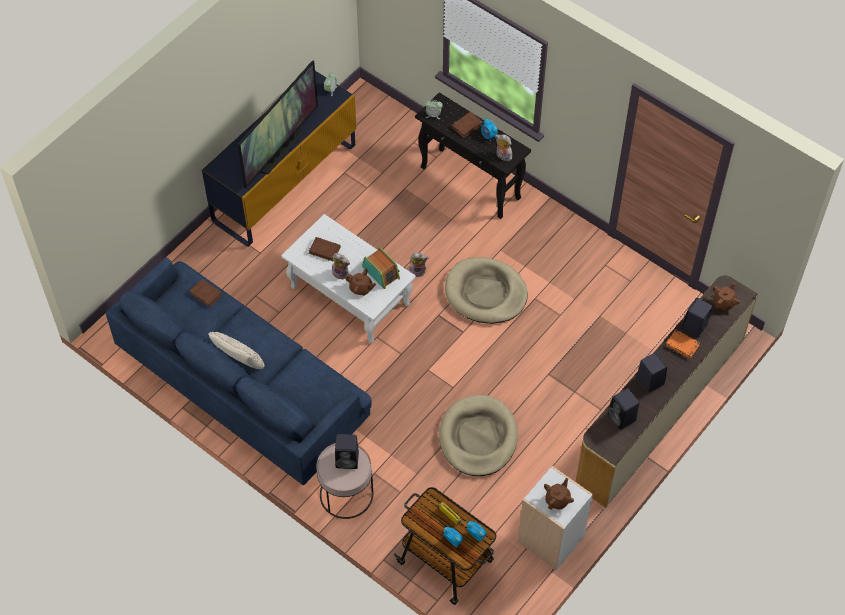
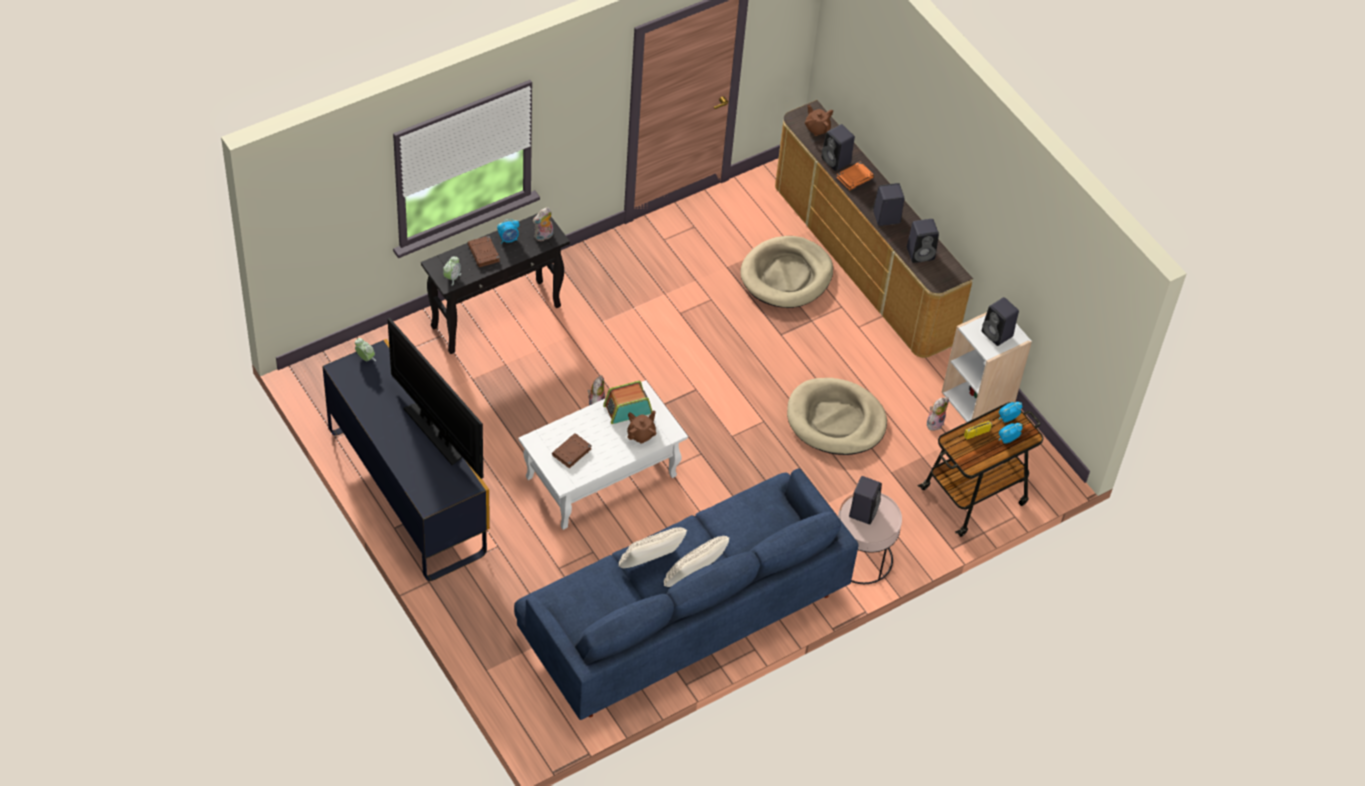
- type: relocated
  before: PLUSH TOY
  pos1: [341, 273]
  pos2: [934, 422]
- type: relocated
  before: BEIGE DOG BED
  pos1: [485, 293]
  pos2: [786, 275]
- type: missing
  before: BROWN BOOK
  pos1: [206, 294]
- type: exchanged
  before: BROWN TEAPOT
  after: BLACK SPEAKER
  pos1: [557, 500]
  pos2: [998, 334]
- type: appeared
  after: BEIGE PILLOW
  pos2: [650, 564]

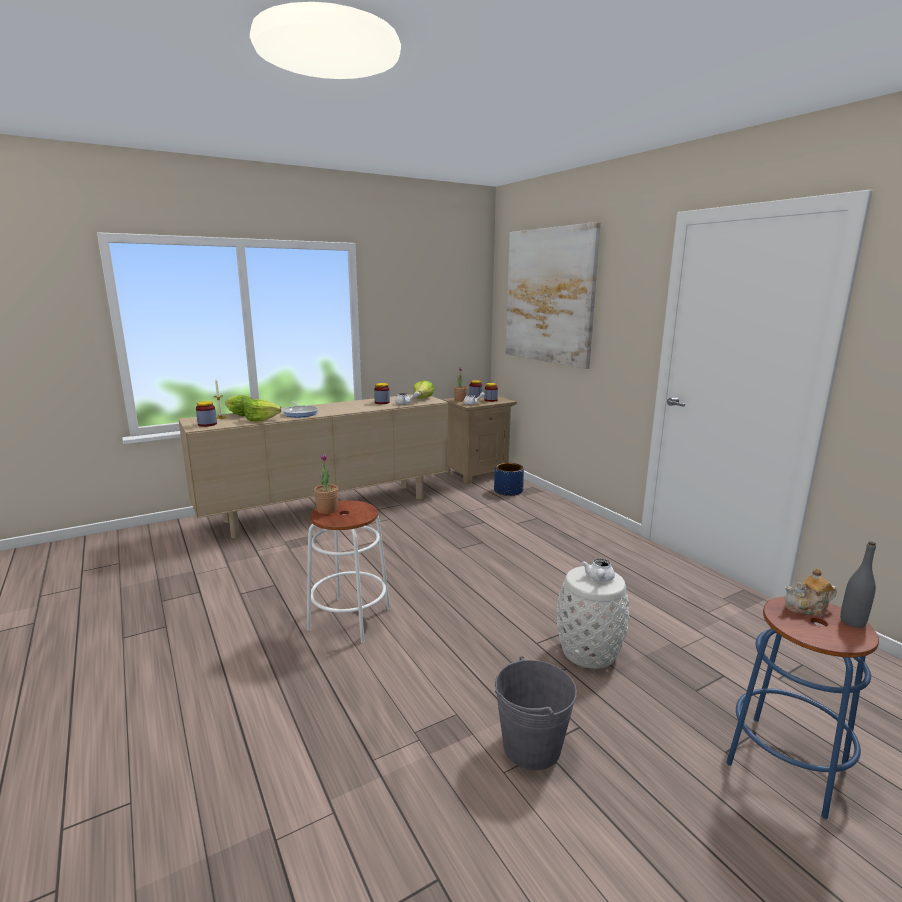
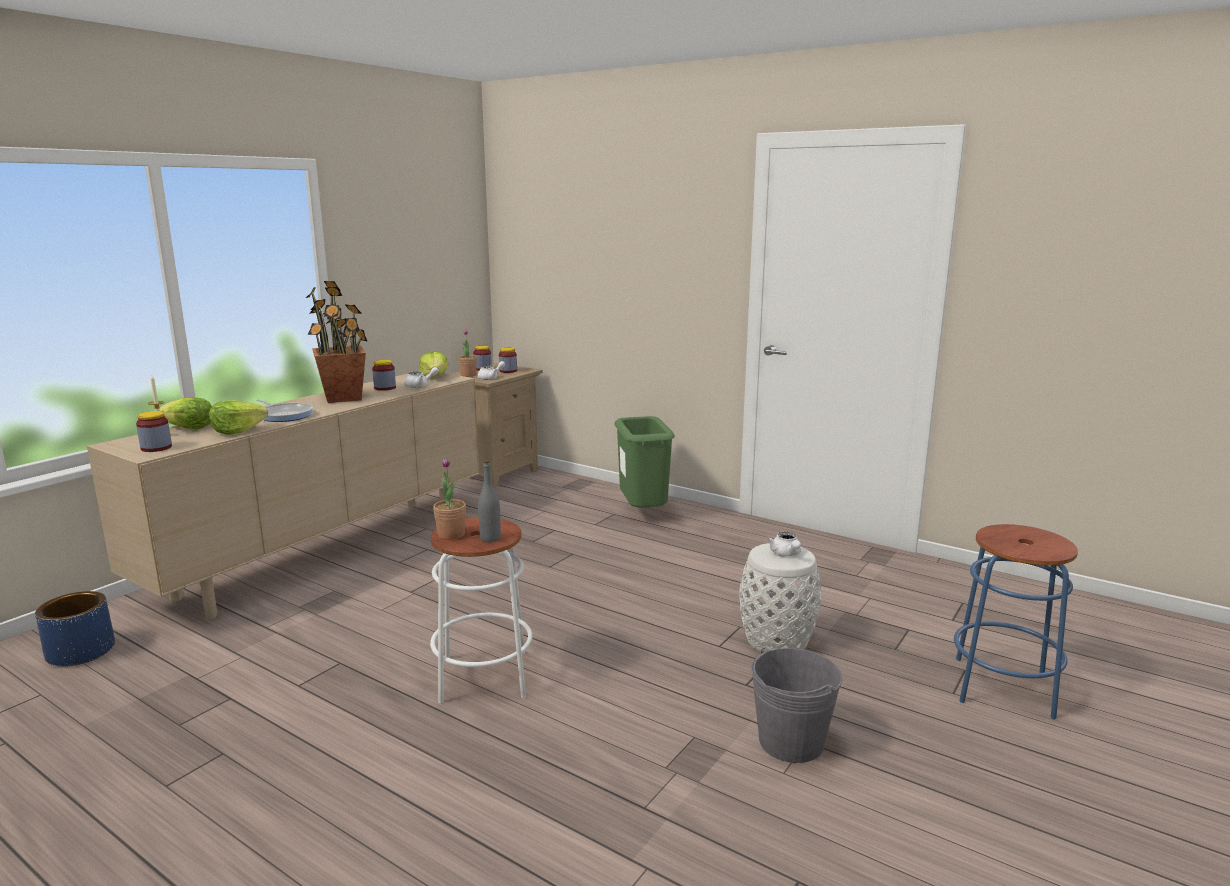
- type: missing
  before: PICTURE
  pos1: [549, 296]
- type: relocated
  before: BLUE PLANTER
  pos1: [508, 491]
  pos2: [80, 652]
- type: relocated
  before: GREY BOTTLE
  pos1: [852, 622]
  pos2: [490, 538]
- type: missing
  before: TEAPOT
  pos1: [807, 609]
- type: appeared
  after: POTTED PLANT
  pos2: [343, 398]
- type: appeared
  after: GREEN TRASH CAN
  pos2: [643, 514]

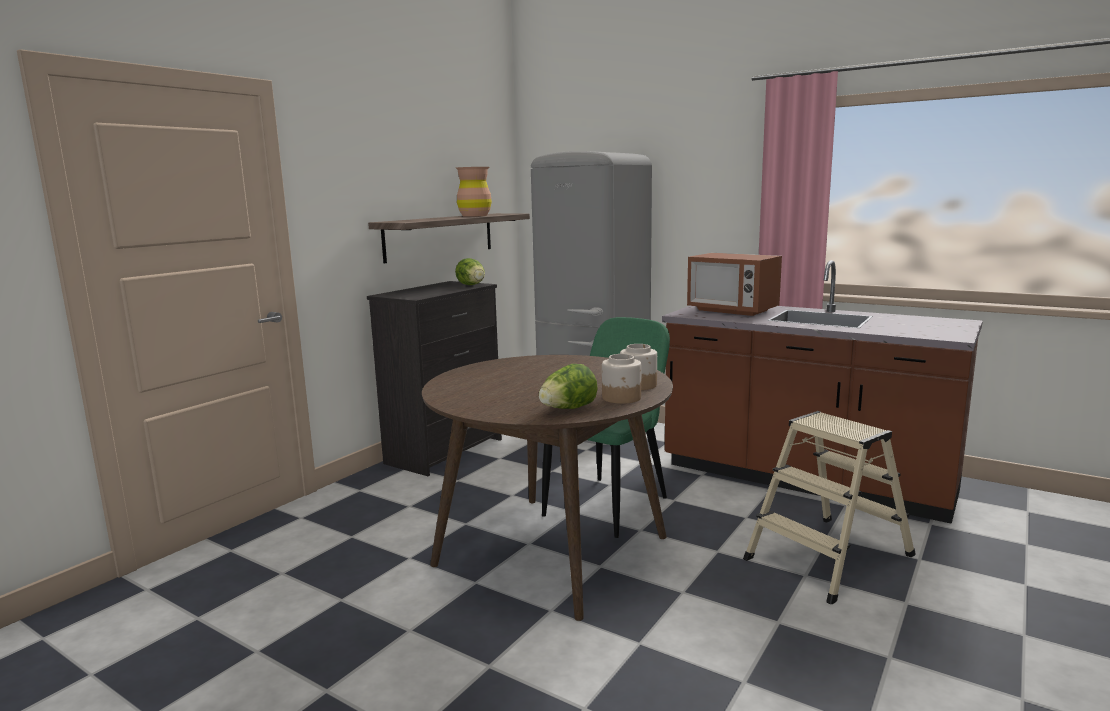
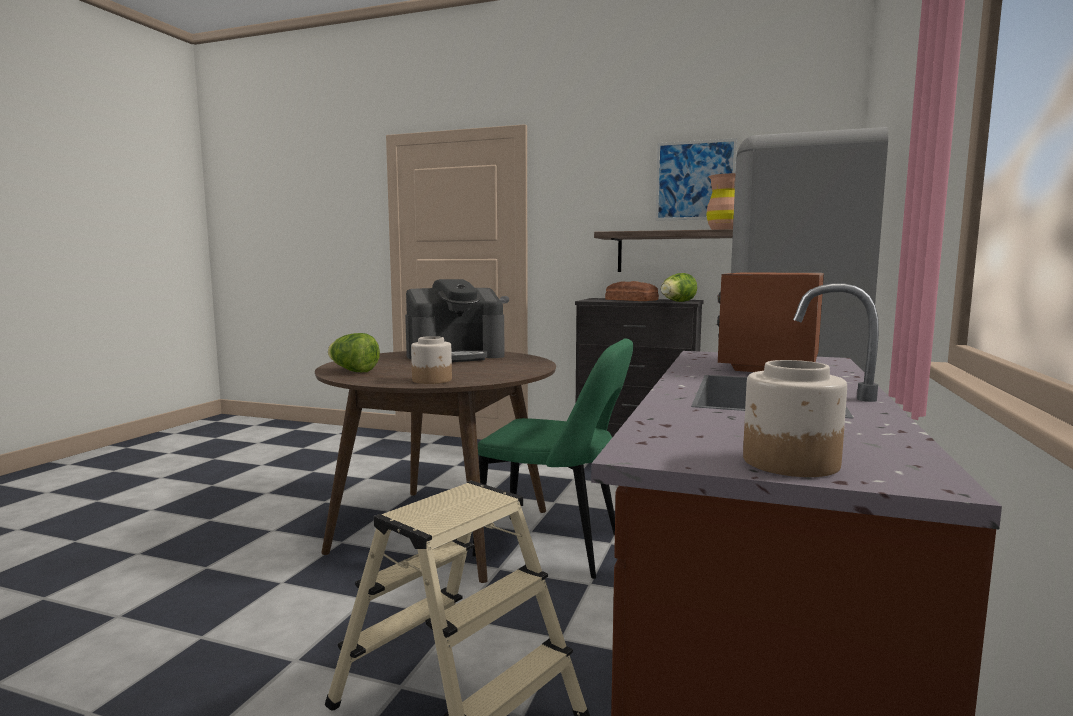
- type: relocated
  before: JAR
  pos1: [622, 398]
  pos2: [790, 463]
- type: appeared
  after: PICTURE
  pos2: [695, 180]
- type: appeared
  after: COFFEE MACHINE
  pos2: [455, 356]
- type: appeared
  after: BREAD
  pos2: [631, 300]

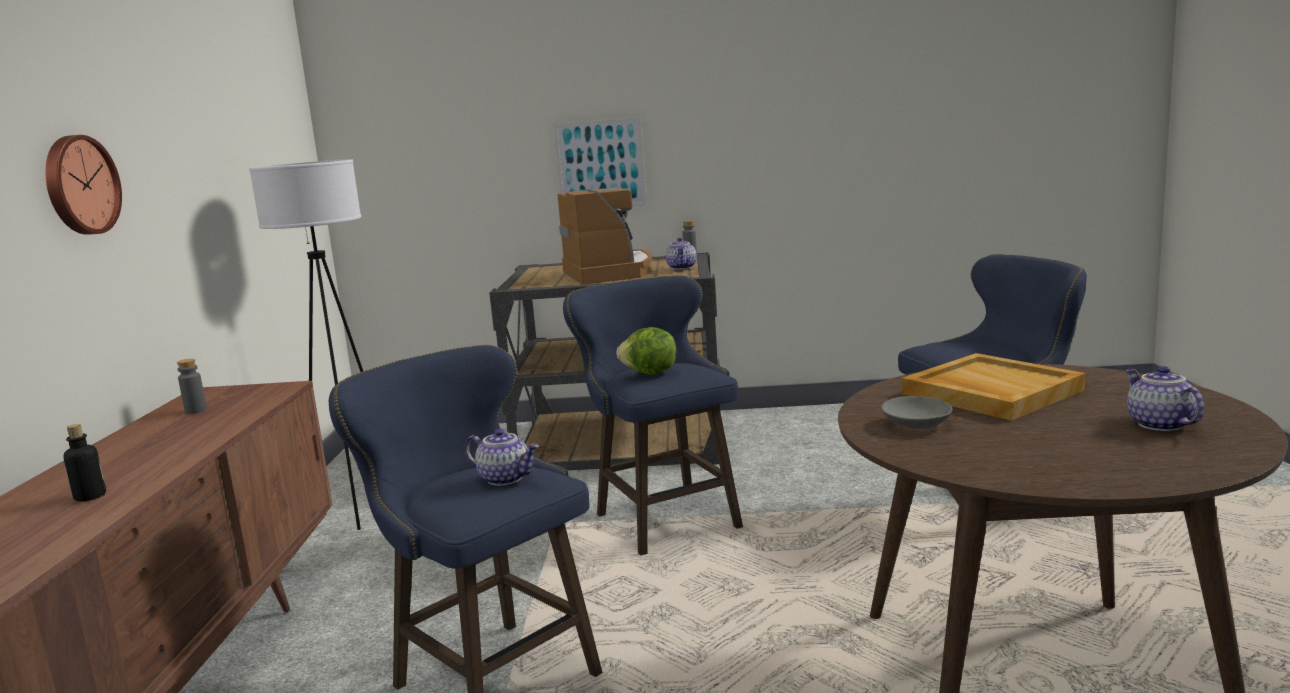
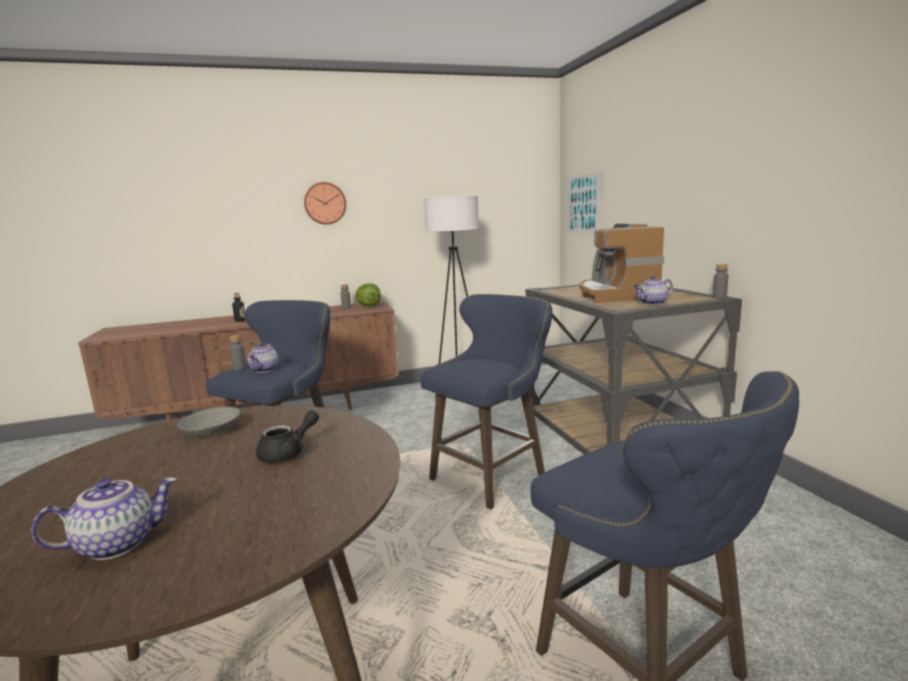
- type: relocated
  before: PICTURE
  pos1: [600, 164]
  pos2: [583, 204]
- type: spun
  before: COFFEE MACHINE
  pos1: [610, 273]
  pos2: [615, 295]
  turn: 120
- type: relocated
  before: LETTUCE
  pos1: [650, 374]
  pos2: [369, 306]
- type: exchanged
  before: BEIGE TRAY
  after: BLACK TEAPOT
  pos1: [990, 392]
  pos2: [288, 453]
- type: appeared
  after: GREY BOTTLE
  pos2: [239, 368]

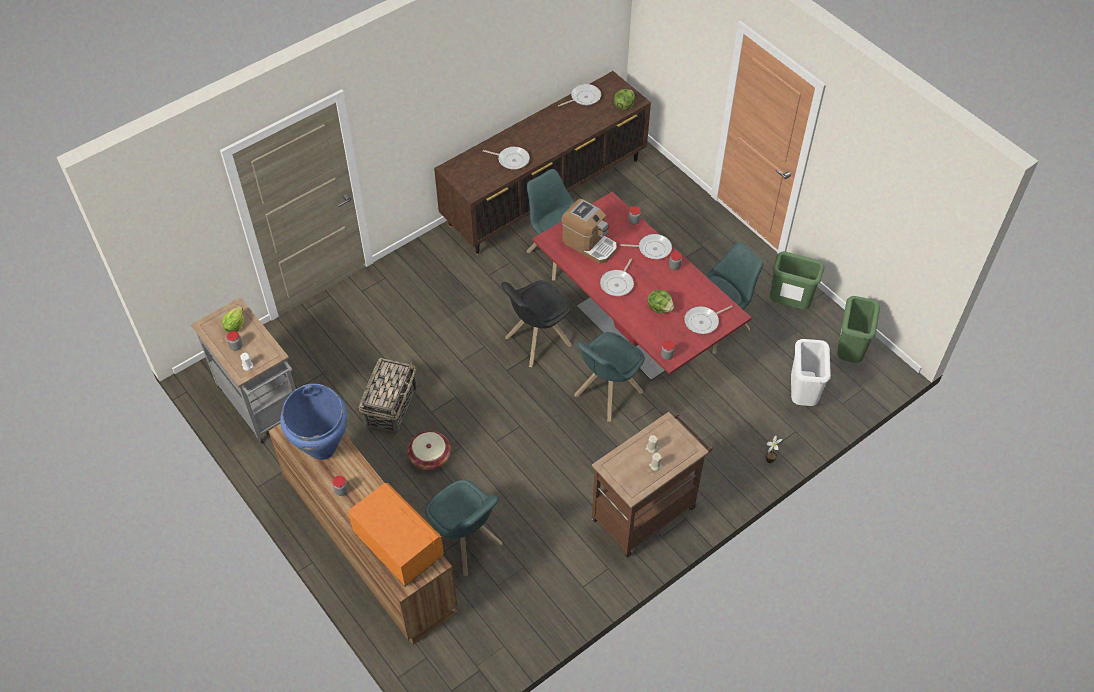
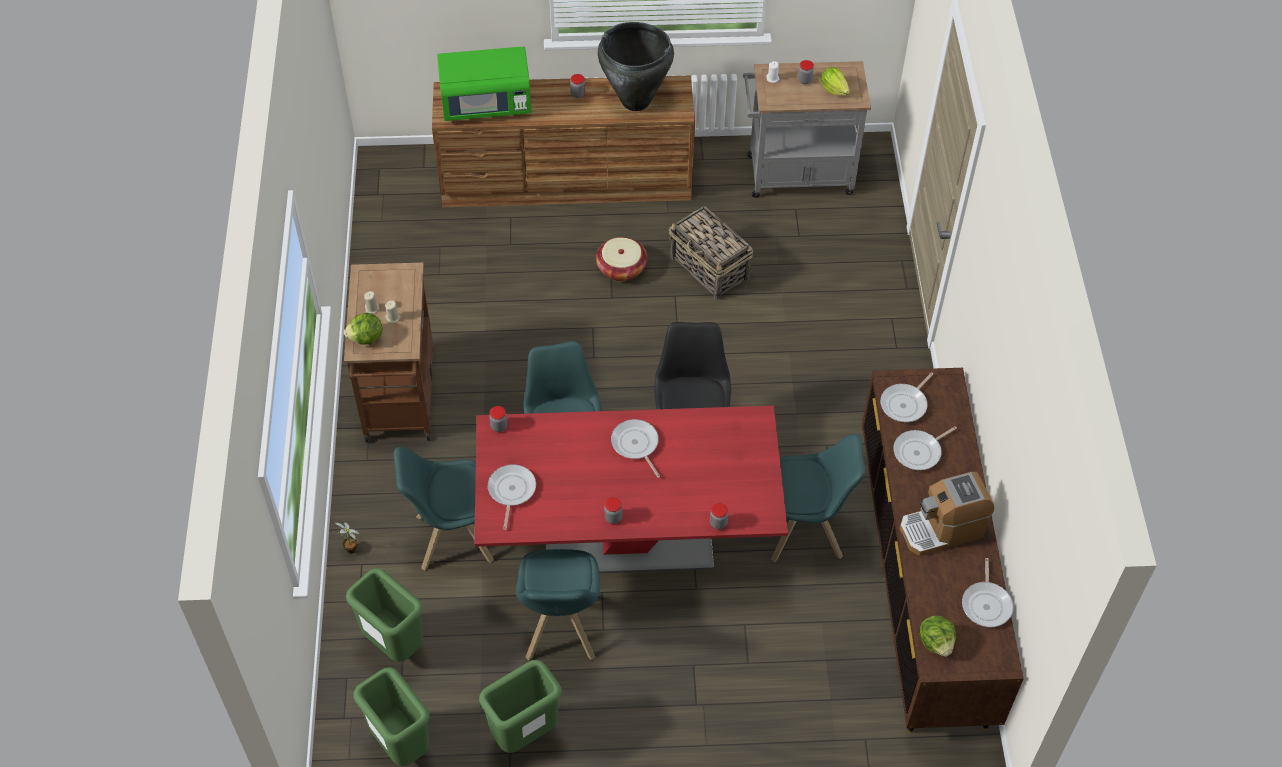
- type: relocated
  before: COFFEE MACHINE
  pos1: [589, 244]
  pos2: [941, 529]
- type: relocated
  before: FRYING PAN
  pos1: [652, 248]
  pos2: [905, 404]
- type: relocated
  before: LETTUCE
  pos1: [660, 307]
  pos2: [366, 339]
- type: colour
  before: WHITE TRASH CAN
  after: GREEN TRASH CAN
  pos1: [802, 396]
  pos2: [393, 644]
- type: colour
  before: BLUE VASE
  after: BLACK VASE
  pos1: [322, 449]
  pos2: [635, 101]
- type: relocated
  before: TURQUOISE CHAIR
  pos1: [465, 543]
  pos2: [453, 537]
- type: colour
  before: ORANGE MICROWAVE
  after: GREEN MICROWAVE
  pos1: [397, 546]
  pos2: [486, 104]

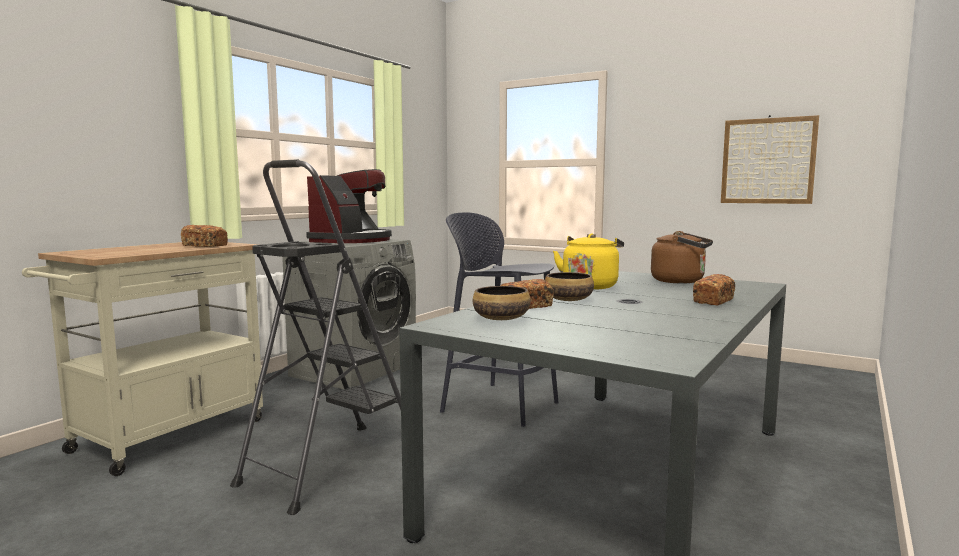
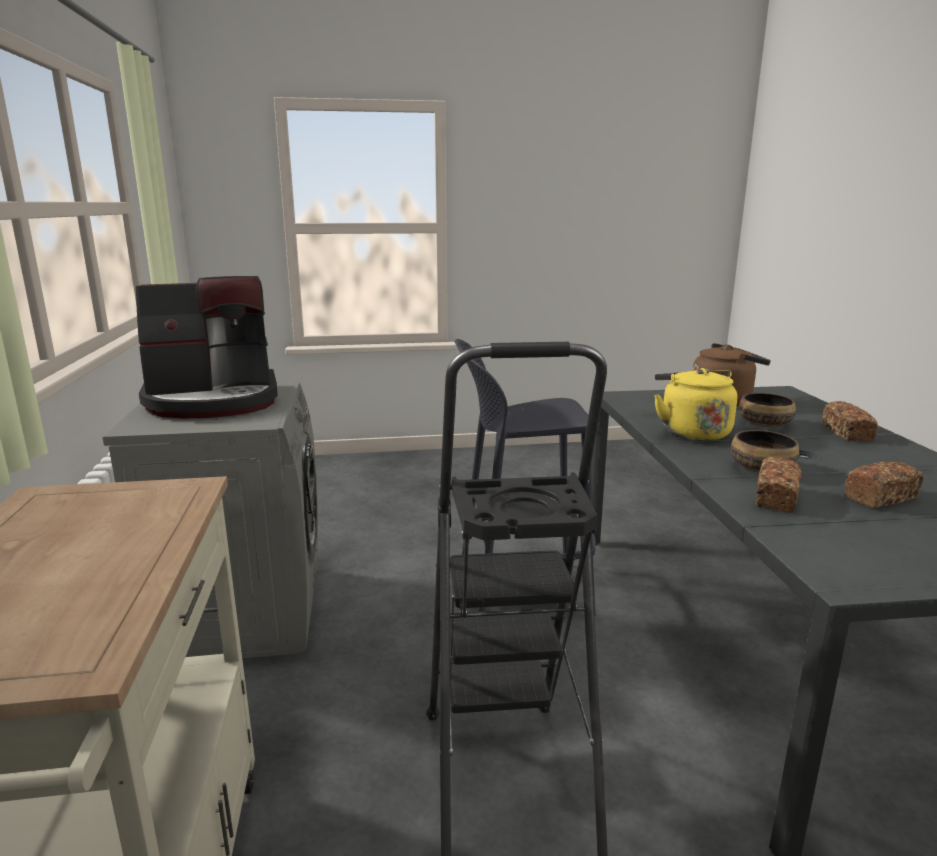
- type: missing
  before: PICTURE
  pos1: [768, 159]
- type: spun
  before: COFFEE MACHINE
  pos1: [352, 240]
  pos2: [214, 401]
  turn: 90
- type: relocated
  before: BREAD
  pos1: [205, 245]
  pos2: [880, 497]
- type: relocated
  before: BOWL
  pos1: [502, 318]
  pos2: [765, 424]

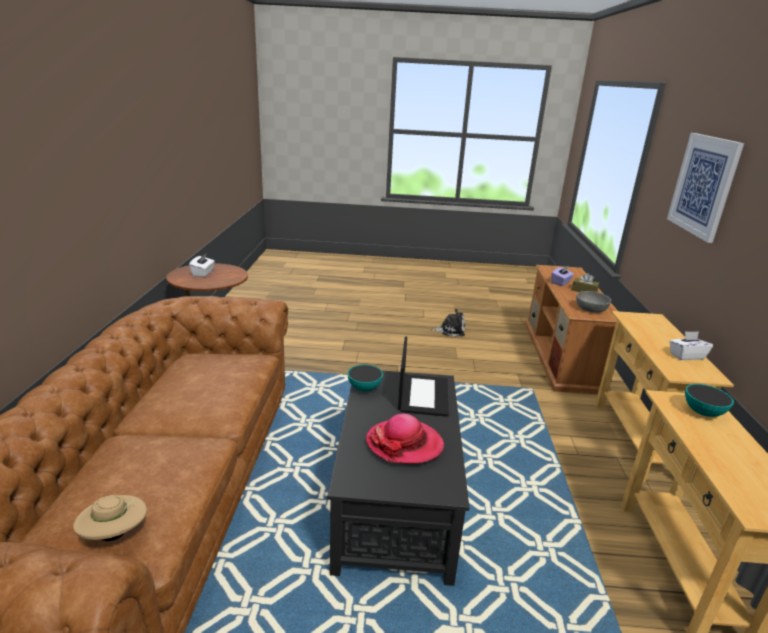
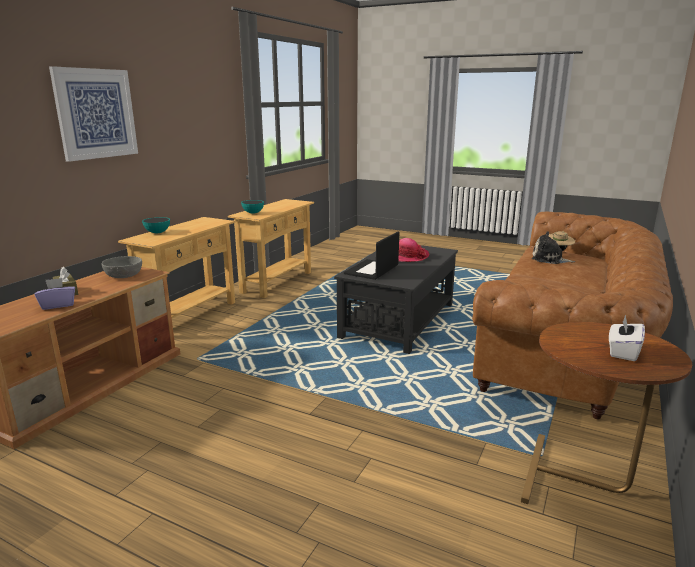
- type: relocated
  before: PLUSH TOY
  pos1: [450, 330]
  pos2: [549, 259]
- type: missing
  before: WHITE TISSUE BOX
  pos1: [686, 356]
- type: relocated
  before: BOWL
  pos1: [364, 388]
  pos2: [157, 233]

